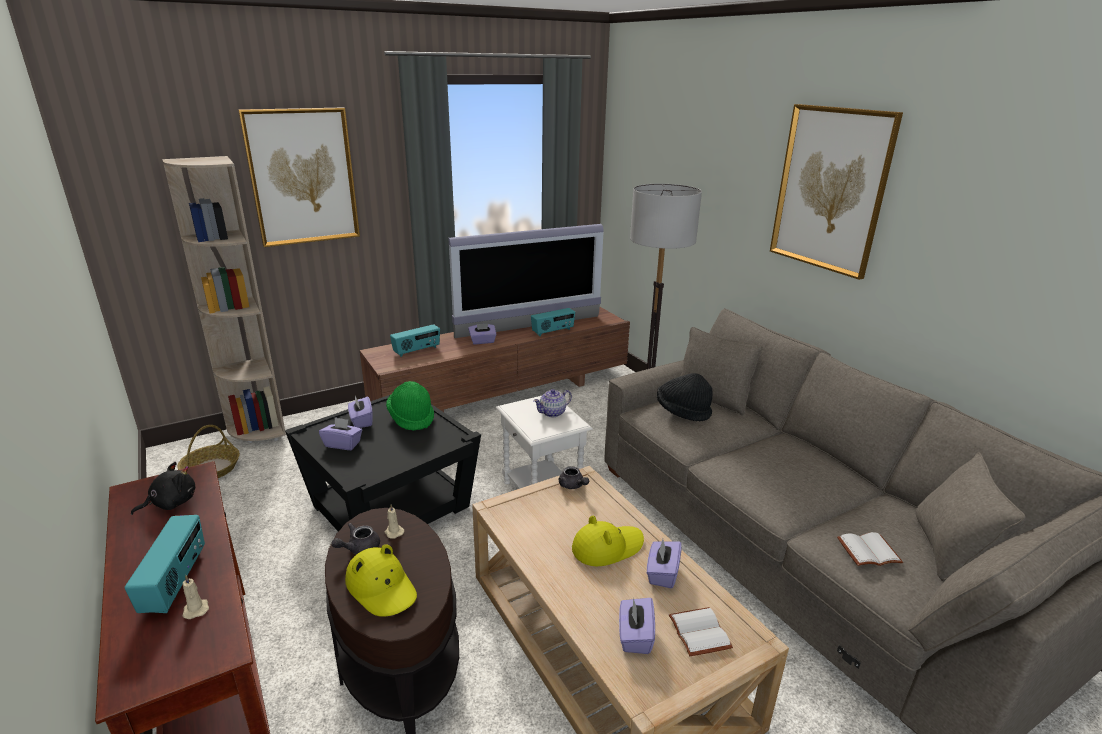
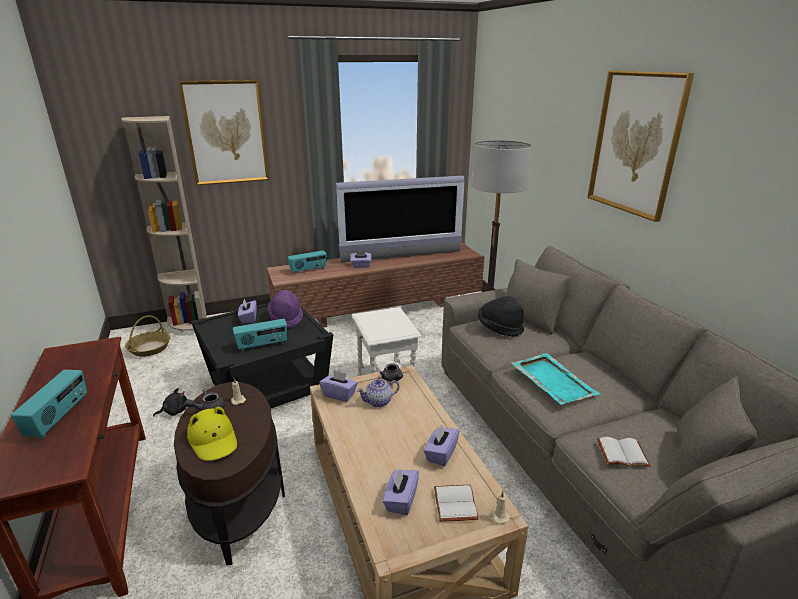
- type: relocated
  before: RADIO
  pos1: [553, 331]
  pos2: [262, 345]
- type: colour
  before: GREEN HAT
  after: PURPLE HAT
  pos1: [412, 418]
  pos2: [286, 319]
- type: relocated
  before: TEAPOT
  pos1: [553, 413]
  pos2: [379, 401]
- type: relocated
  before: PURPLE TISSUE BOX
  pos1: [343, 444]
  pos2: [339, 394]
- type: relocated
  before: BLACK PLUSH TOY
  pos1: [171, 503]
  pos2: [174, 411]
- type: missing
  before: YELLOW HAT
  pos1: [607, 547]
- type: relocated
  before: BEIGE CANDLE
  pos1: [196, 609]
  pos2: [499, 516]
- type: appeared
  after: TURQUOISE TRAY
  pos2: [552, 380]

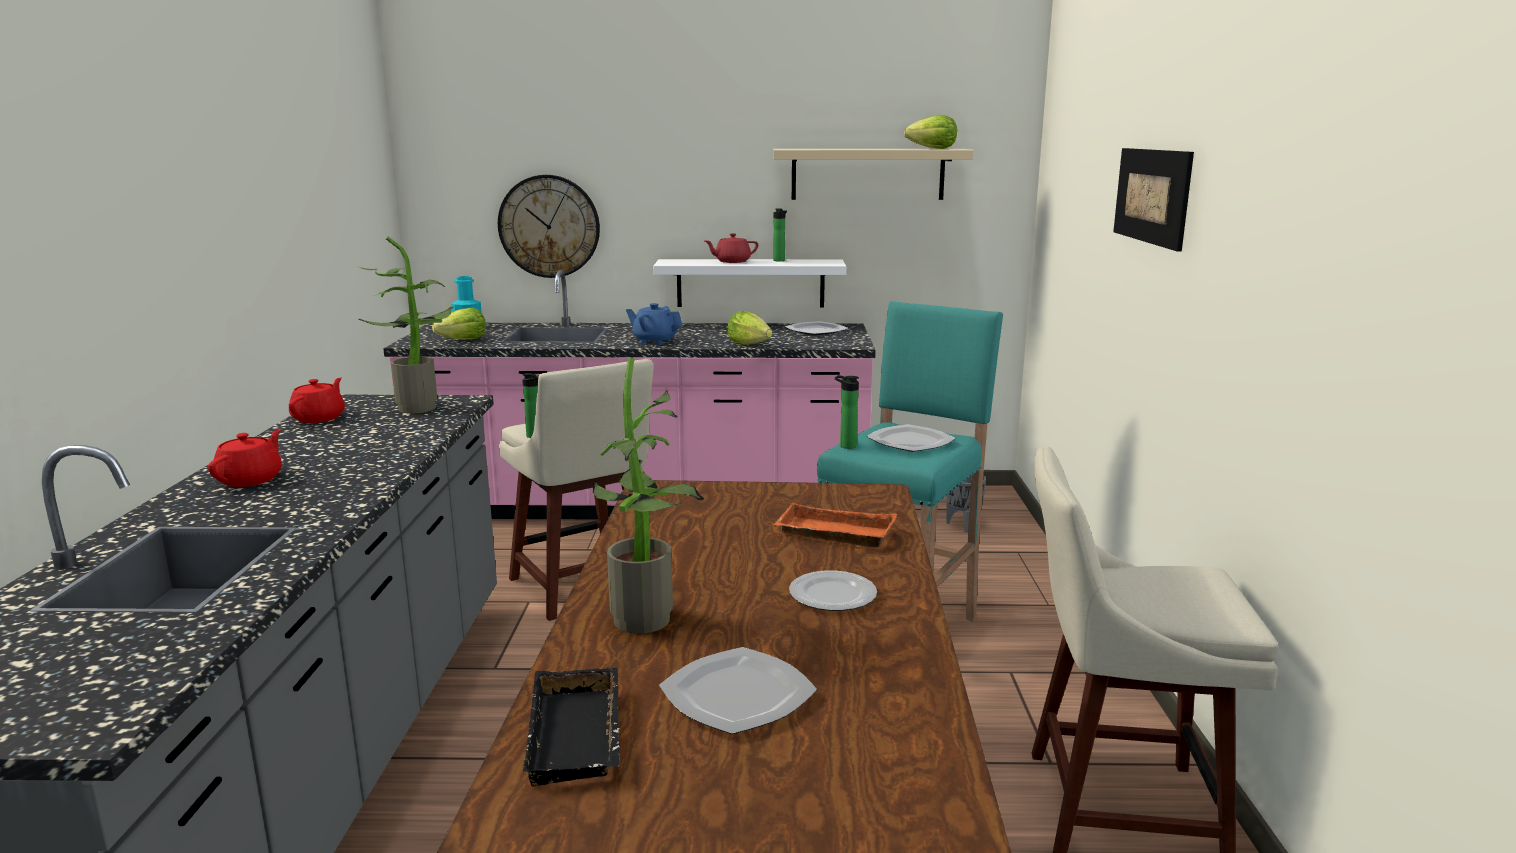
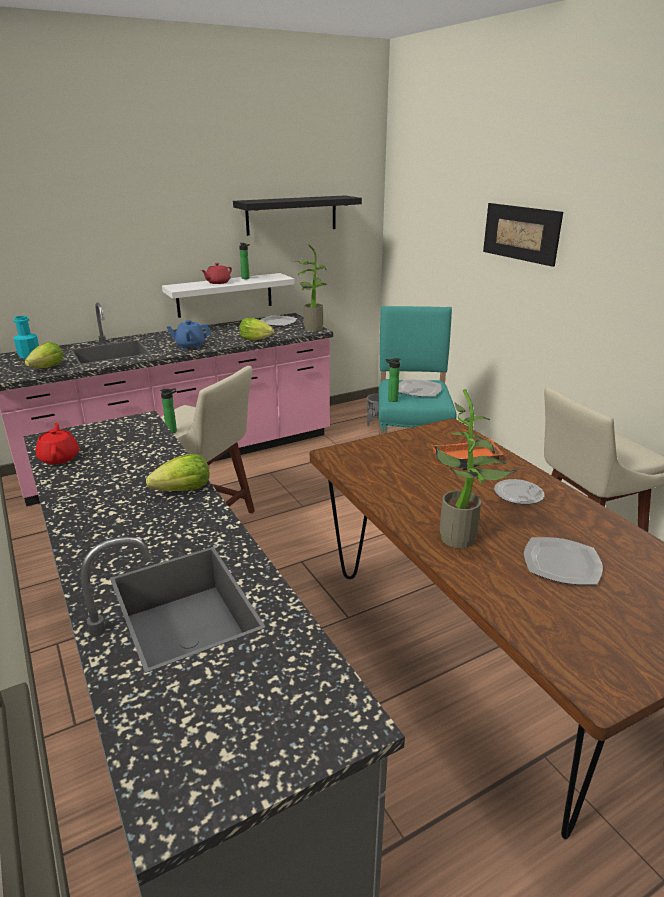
- type: relocated
  before: LETTUCE
  pos1: [933, 148]
  pos2: [184, 490]
- type: colour
  before: BEIGE SHELF
  after: BLACK SHELF
  pos1: [867, 174]
  pos2: [291, 215]
- type: missing
  before: WALL CLOCK
  pos1: [549, 226]
- type: relocated
  before: POTTED PLANT
  pos1: [420, 406]
  pos2: [312, 328]
- type: missing
  before: RED TEAPOT
  pos1: [251, 479]
- type: missing
  before: BLACK TRAY
  pos1: [580, 736]

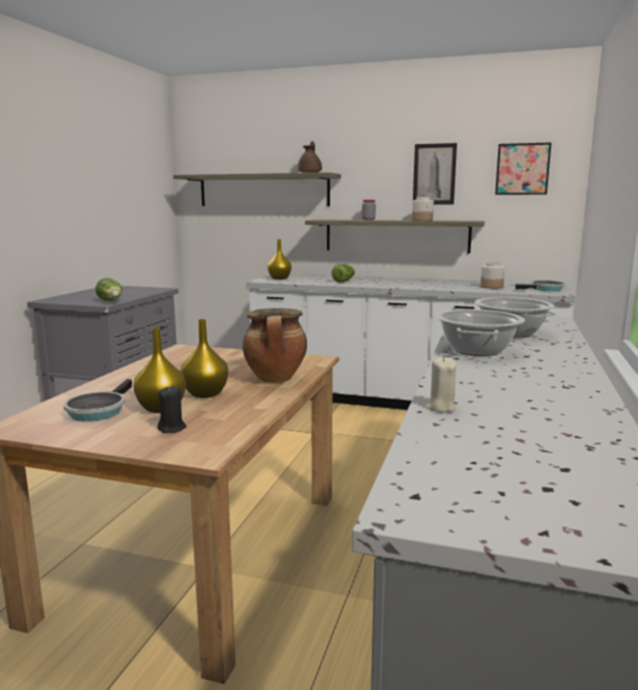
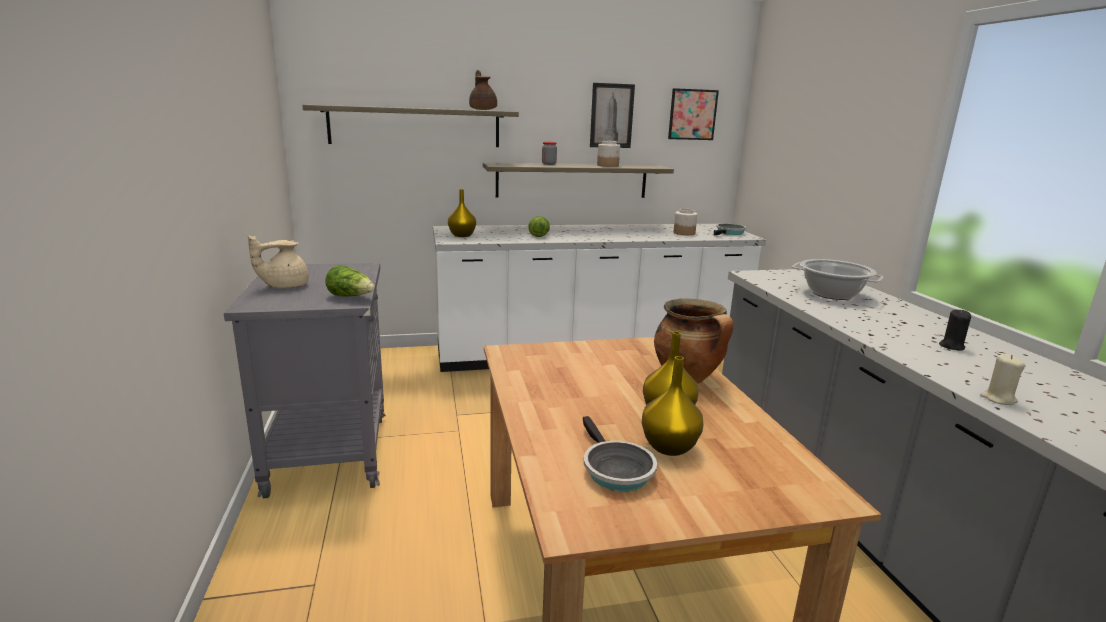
- type: missing
  before: COOKING POT
  pos1: [476, 350]
- type: relocated
  before: BLACK CANDLE
  pos1: [172, 428]
  pos2: [951, 346]
- type: appeared
  after: BEIGE TEAPOT
  pos2: [284, 286]

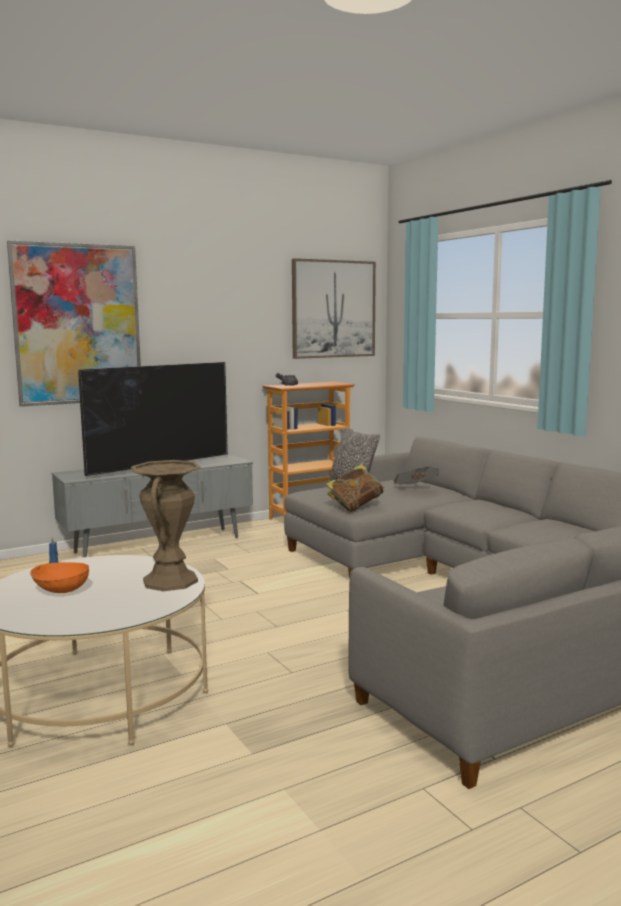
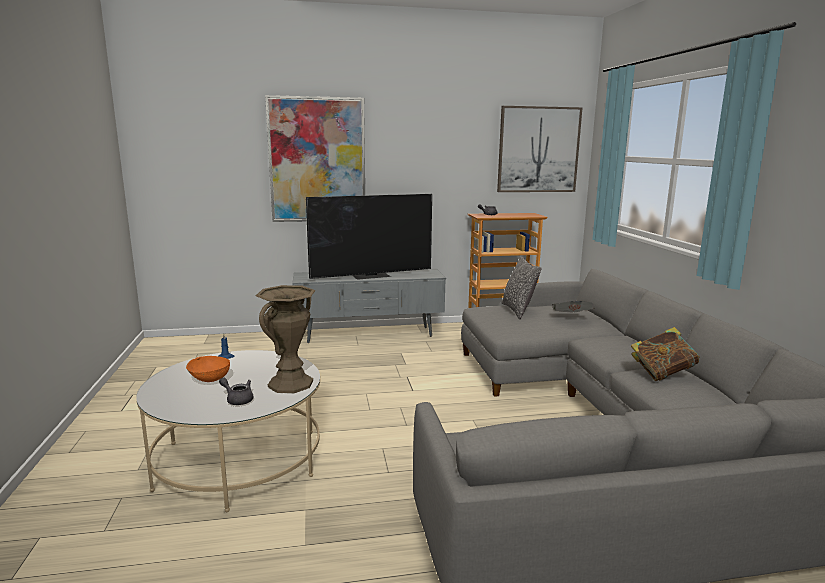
- type: relocated
  before: BOOK
  pos1: [355, 507]
  pos2: [662, 374]
- type: appeared
  after: GREY TEAPOT
  pos2: [238, 399]

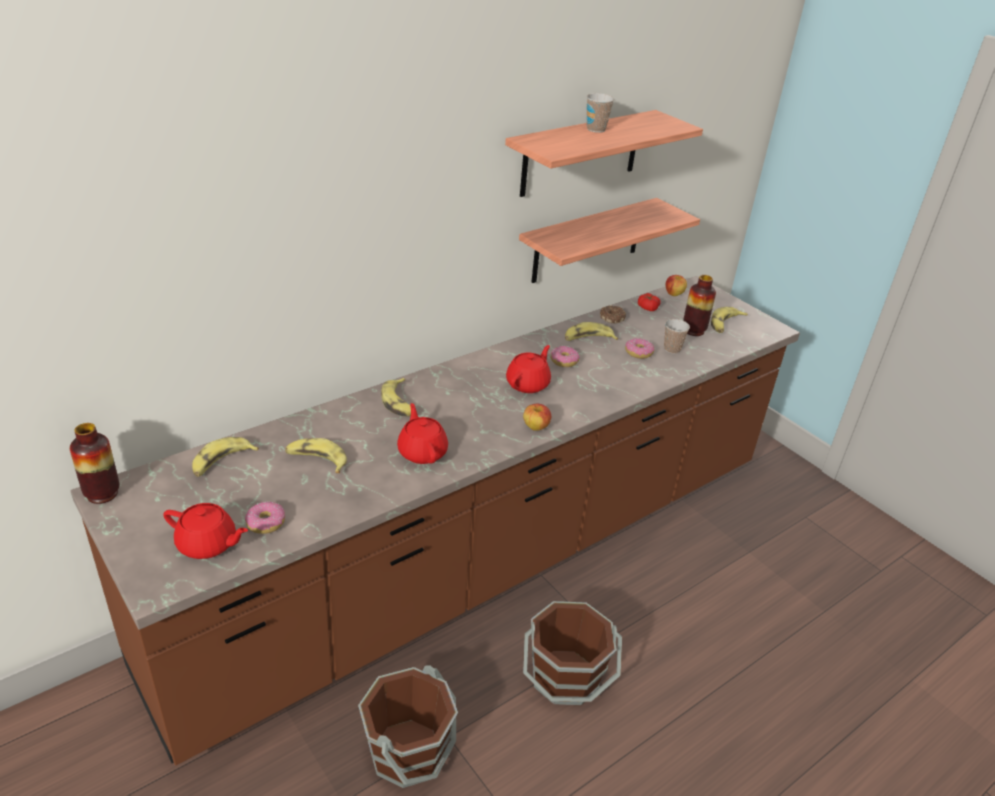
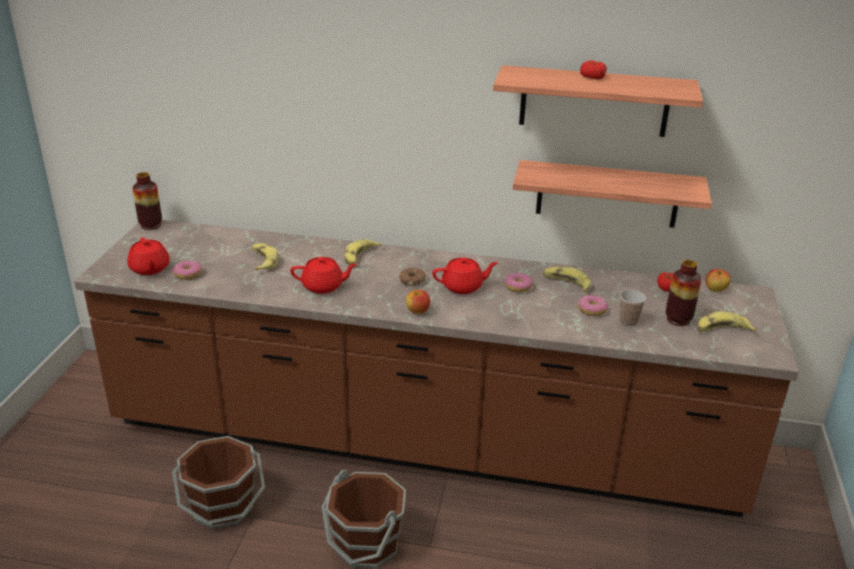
- type: exchanged
  before: CUP
  after: TOMATO
  pos1: [596, 129]
  pos2: [592, 77]
- type: relocated
  before: DONUT
  pos1: [611, 318]
  pos2: [412, 280]
- type: spun
  before: RED TEAPOT
  pos1: [422, 452]
  pos2: [323, 286]
  turn: 60
- type: missing
  before: BANANA
  pos1: [222, 462]

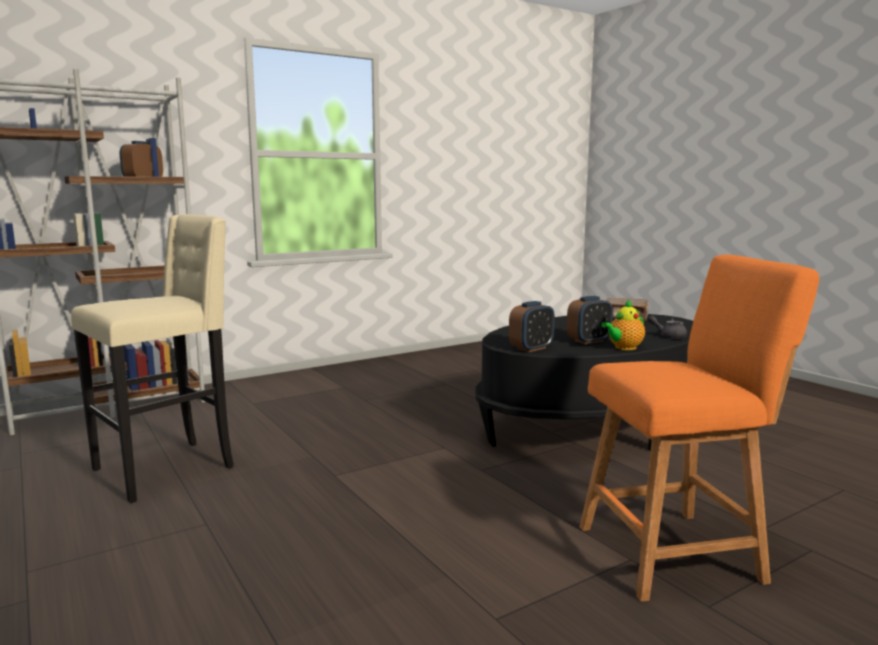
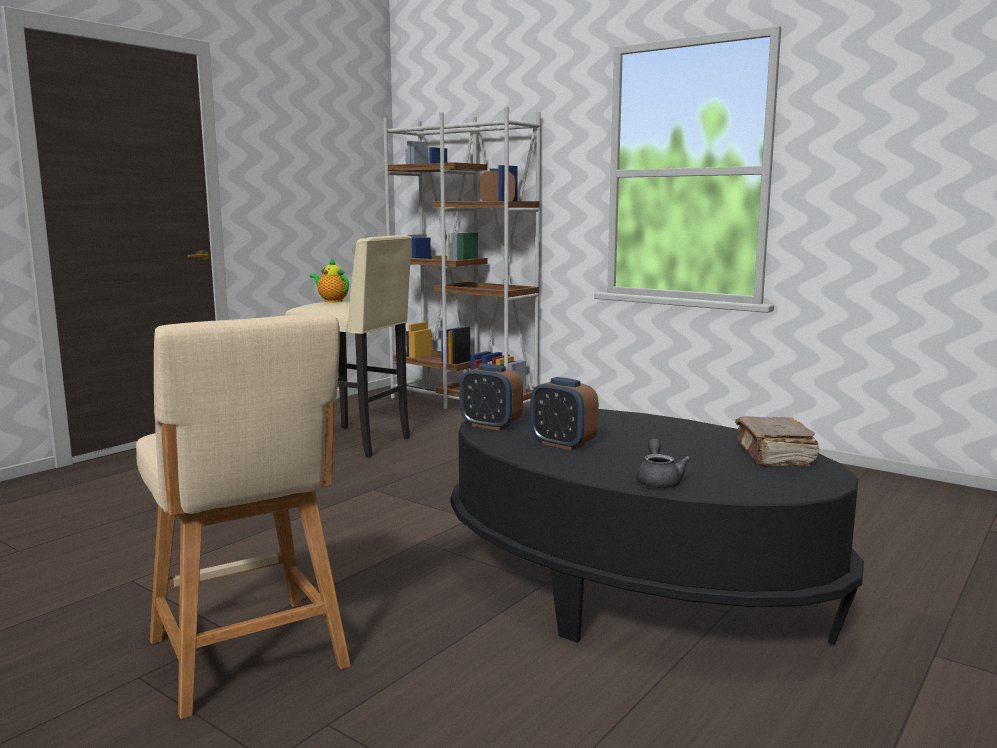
- type: colour
  before: ORANGE STOOL
  after: BEIGE STOOL
  pos1: [676, 552]
  pos2: [250, 658]
- type: relocated
  before: TEAPOT
  pos1: [623, 348]
  pos2: [331, 301]

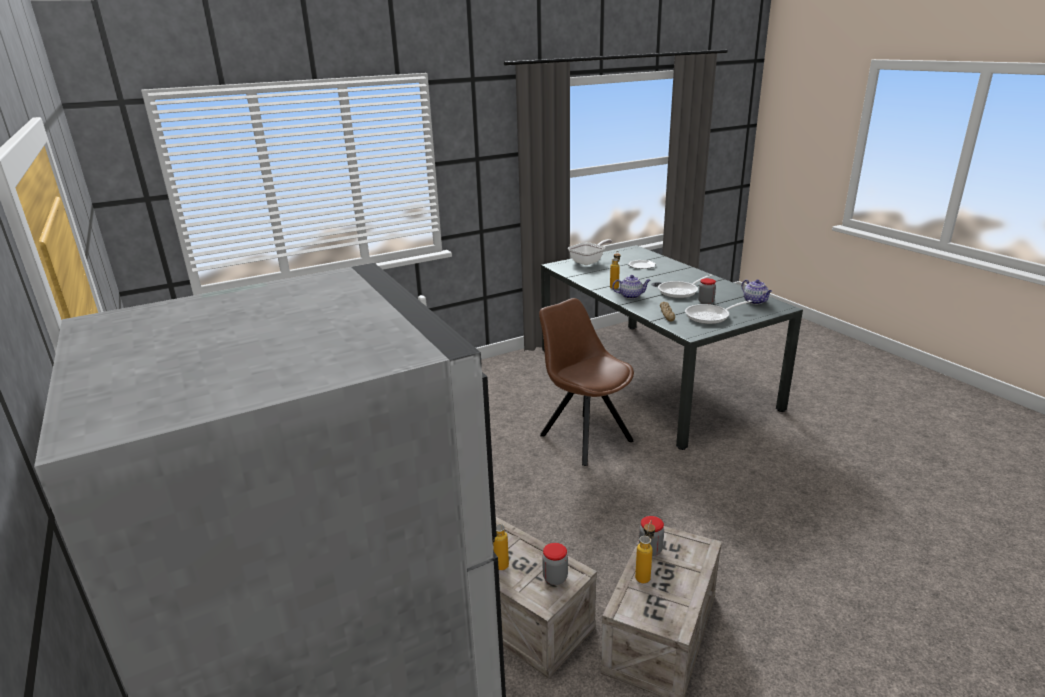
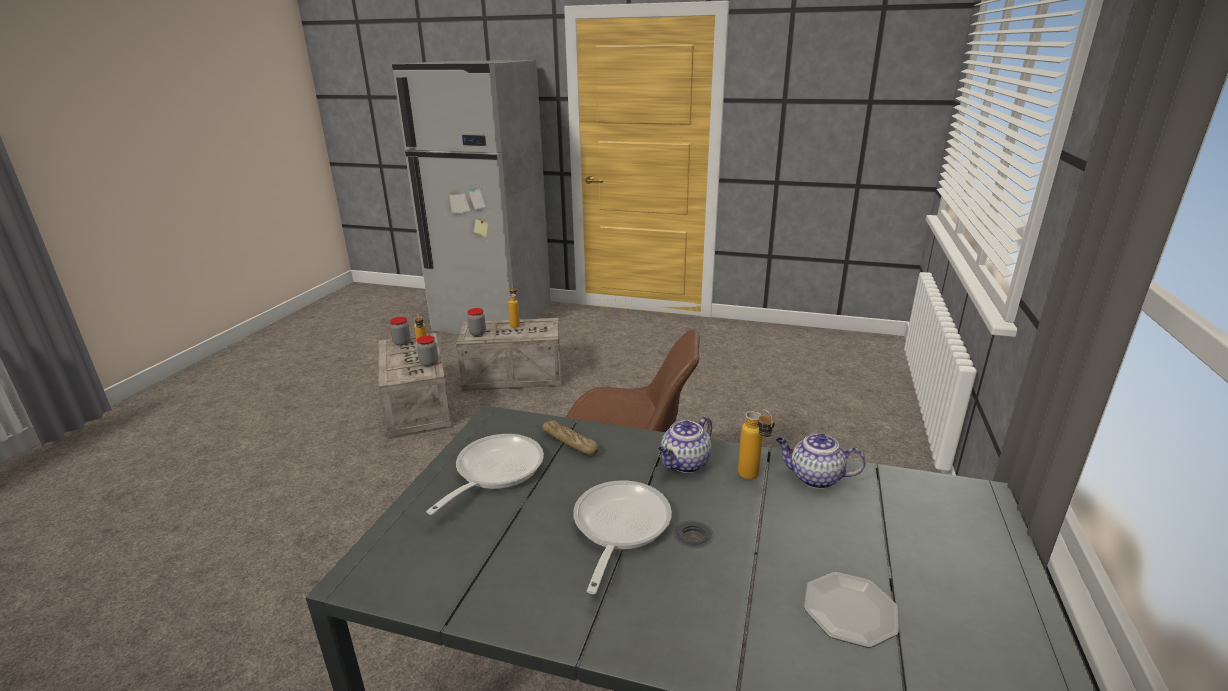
- type: missing
  before: FRYING PAN
  pos1: [589, 261]
- type: relocated
  before: JAR
  pos1: [706, 302]
  pos2: [402, 342]
- type: relocated
  before: TEAPOT
  pos1: [755, 301]
  pos2: [814, 478]

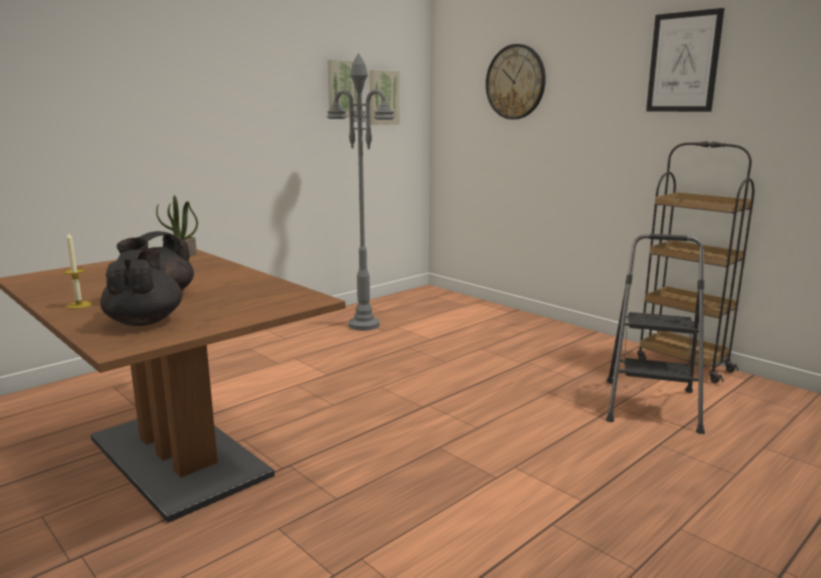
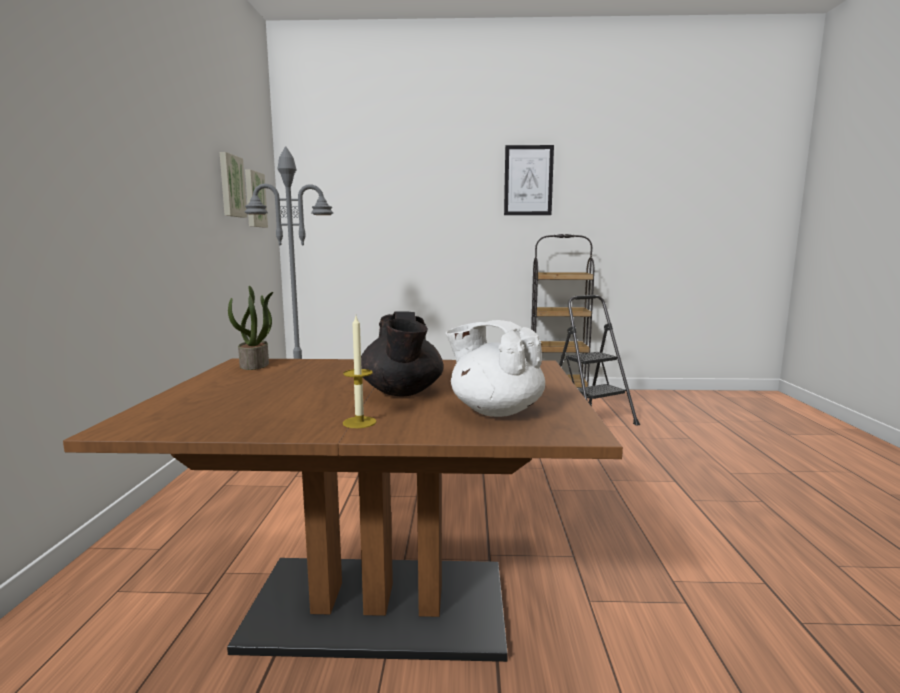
- type: missing
  before: WALL CLOCK
  pos1: [515, 82]
- type: colour
  before: BLACK TEAPOT
  after: WHITE TEAPOT
  pos1: [145, 321]
  pos2: [495, 411]

